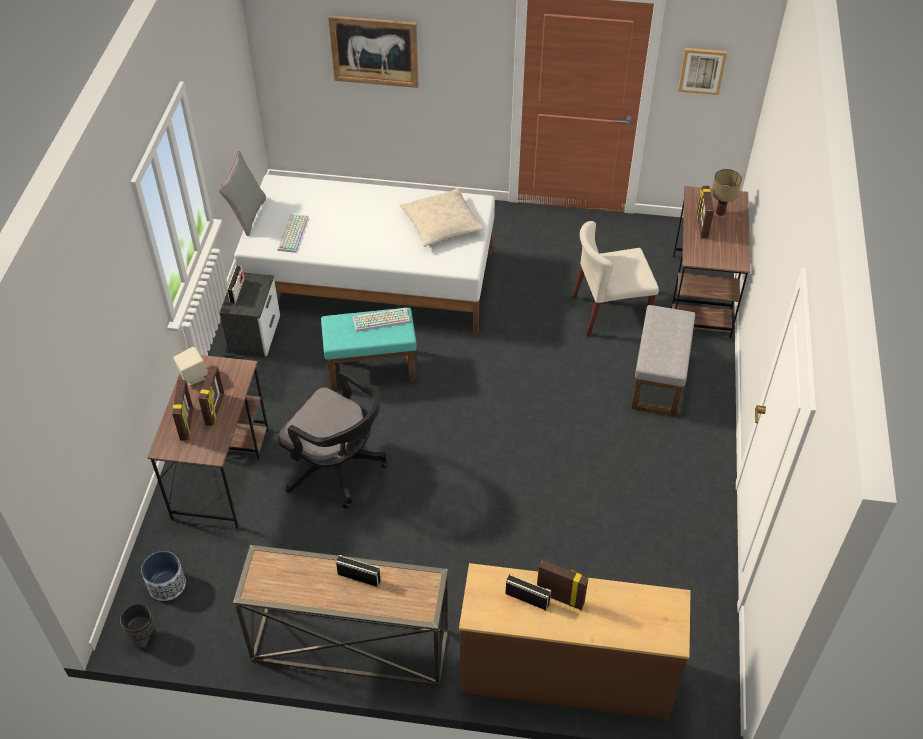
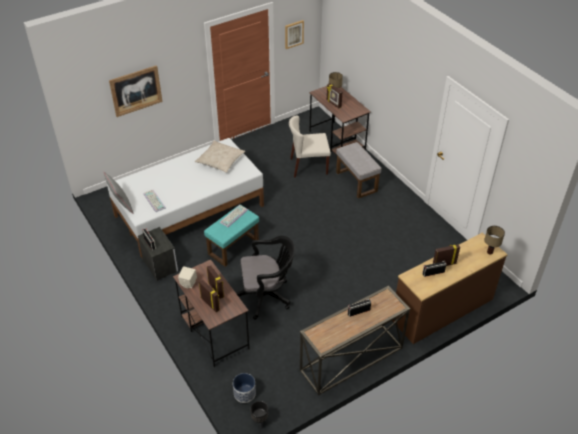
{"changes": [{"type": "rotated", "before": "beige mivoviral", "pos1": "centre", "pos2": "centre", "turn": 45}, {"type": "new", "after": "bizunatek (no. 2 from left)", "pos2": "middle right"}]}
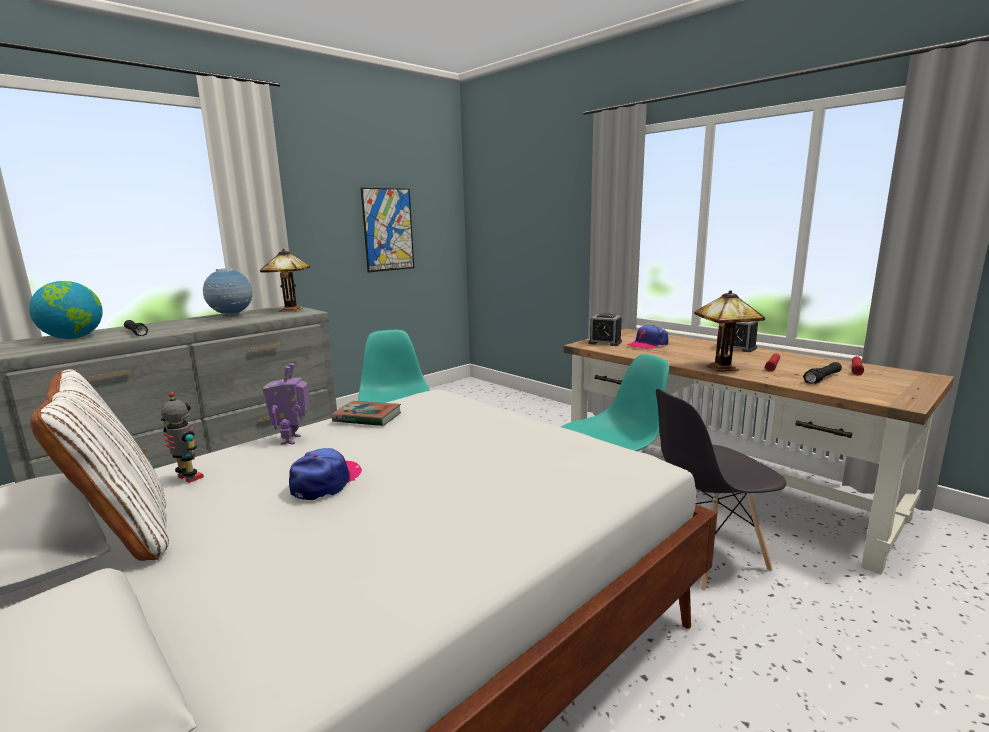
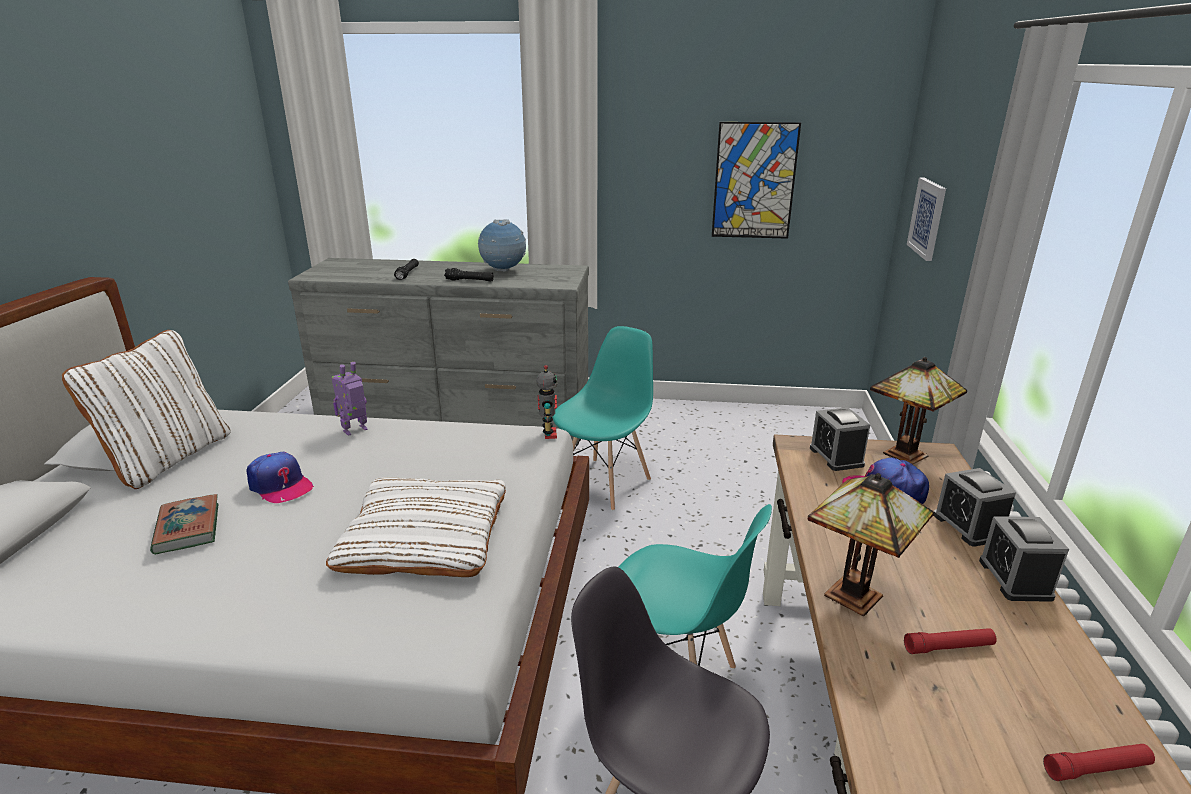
{"changes": [{"type": "shifted", "before": "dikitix", "pos1": "centre", "pos2": "middle left"}, {"type": "rotated", "before": "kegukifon (no. 1 from left)", "pos1": "middle left", "pos2": "middle left", "turn": 60}, {"type": "new", "after": "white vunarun (no. 2 from left)", "pos2": "centre"}, {"type": "shifted", "before": "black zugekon (no. 2 from left)", "pos1": "middle right", "pos2": "centre"}, {"type": "shifted", "before": "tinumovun (no. 1 from left in the first image)", "after": "tinumovun (no. 2 from left)", "pos1": "middle left", "pos2": "centre"}, {"type": "shifted", "before": "bizunatek (no. 1 from left in the first image)", "after": "bizunatek (no. 2 from left)", "pos1": "middle left", "pos2": "middle right"}, {"type": "new", "after": "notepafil (no. 2 from left)", "pos2": "top right"}, {"type": "new", "after": "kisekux (no. 2 from left)", "pos2": "middle right"}, {"type": "gone", "before": "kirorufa (no. 1 from left)", "pos1": "middle left"}]}
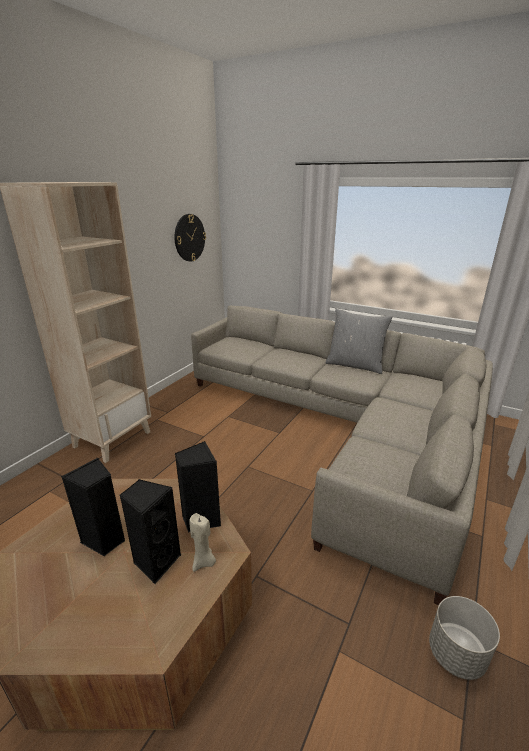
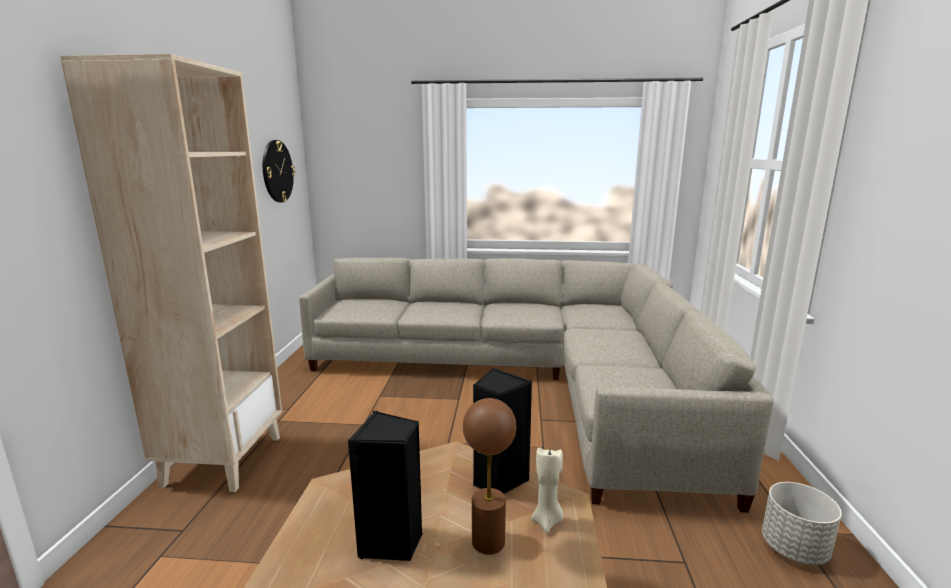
{"changes": [{"type": "swapped", "before": "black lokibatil (no. 2 from left)", "after": "brown bizunatek", "pos1": "bottom left", "pos2": "bottom centre"}, {"type": "gone", "before": "grey vunarun", "pos1": "middle right"}]}
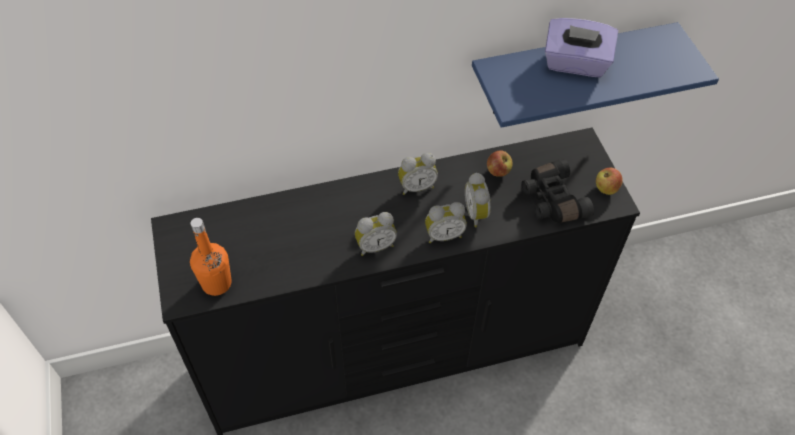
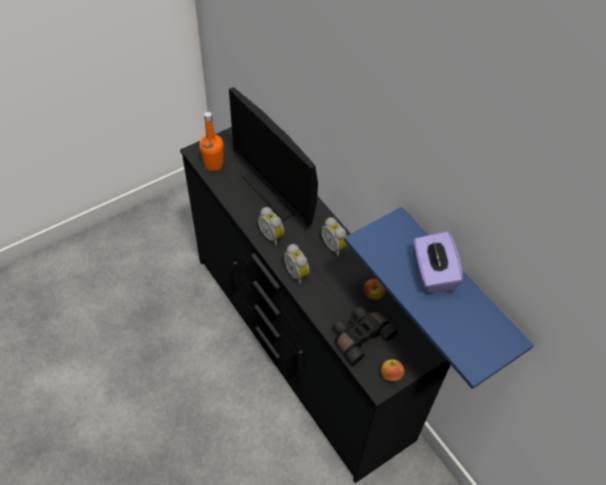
{"changes": [{"type": "new", "after": "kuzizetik", "pos2": "top centre"}, {"type": "gone", "before": "kisekux (no. 4 from left)", "pos1": "centre"}]}
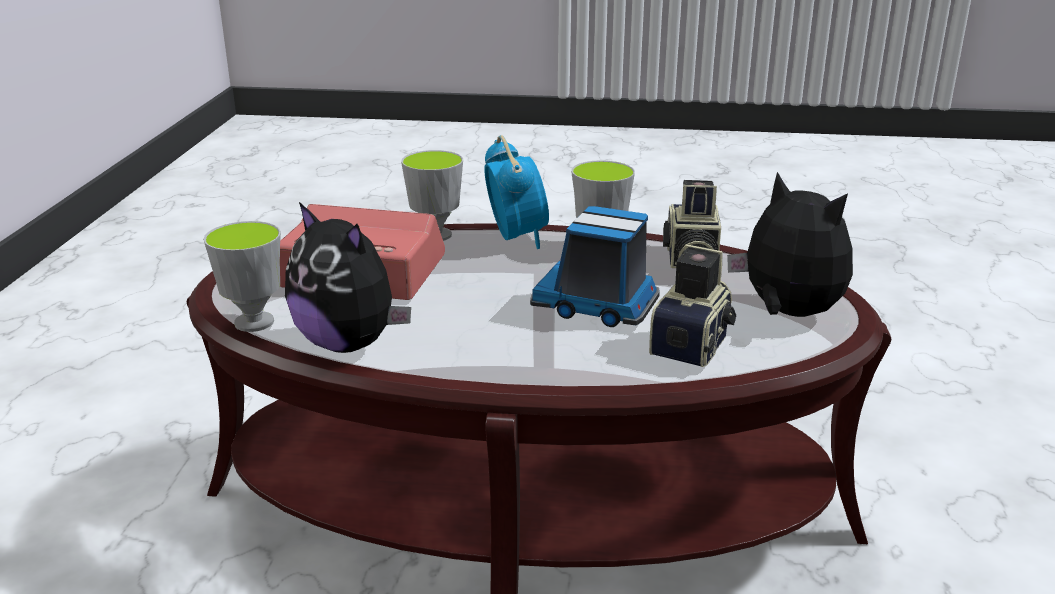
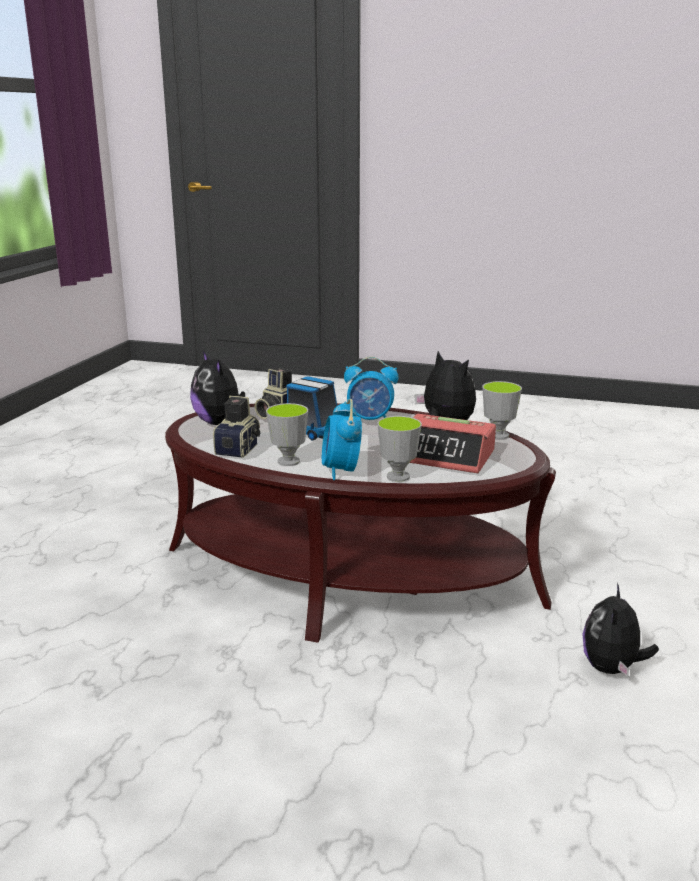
{"changes": [{"type": "new", "after": "kisekux (no. 2 from left)", "pos2": "centre"}, {"type": "new", "after": "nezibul (no. 3 from left)", "pos2": "bottom right"}]}
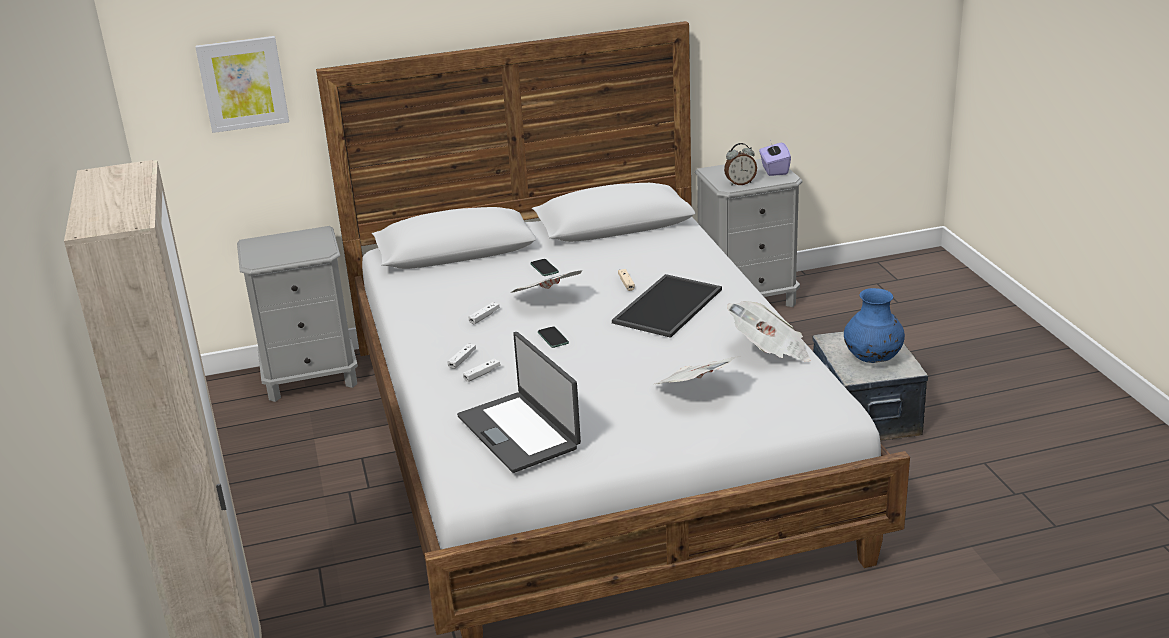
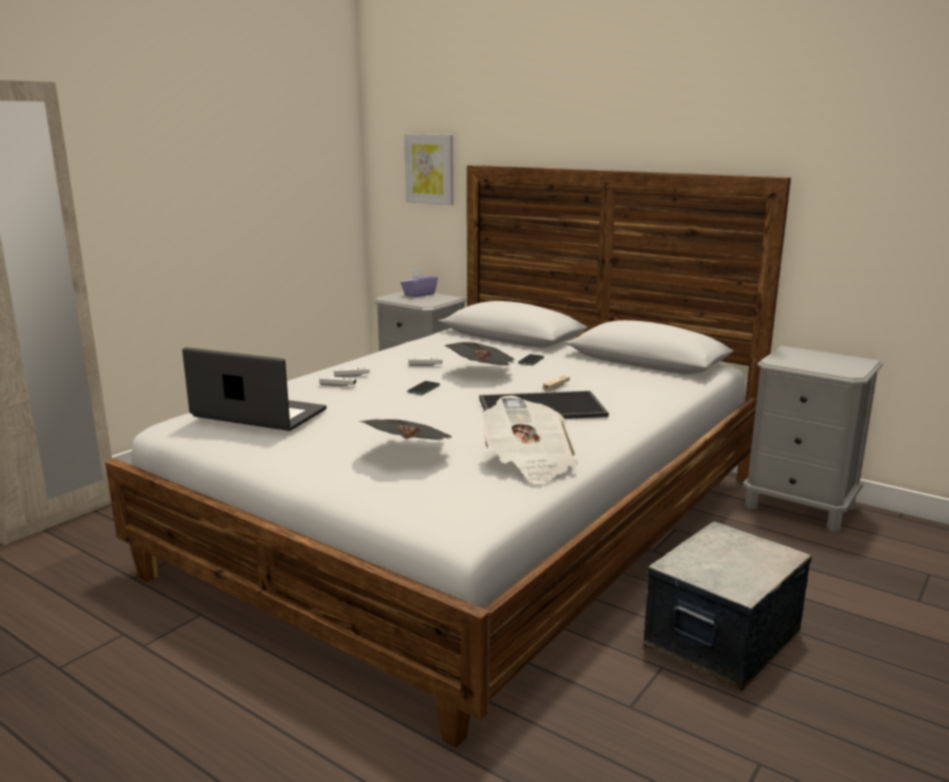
{"changes": [{"type": "rotated", "before": "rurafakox", "pos1": "centre", "pos2": "middle left", "turn": 90}, {"type": "shifted", "before": "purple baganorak", "pos1": "top centre", "pos2": "centre"}, {"type": "gone", "before": "kisekux", "pos1": "top centre"}, {"type": "gone", "before": "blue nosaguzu", "pos1": "middle right"}]}
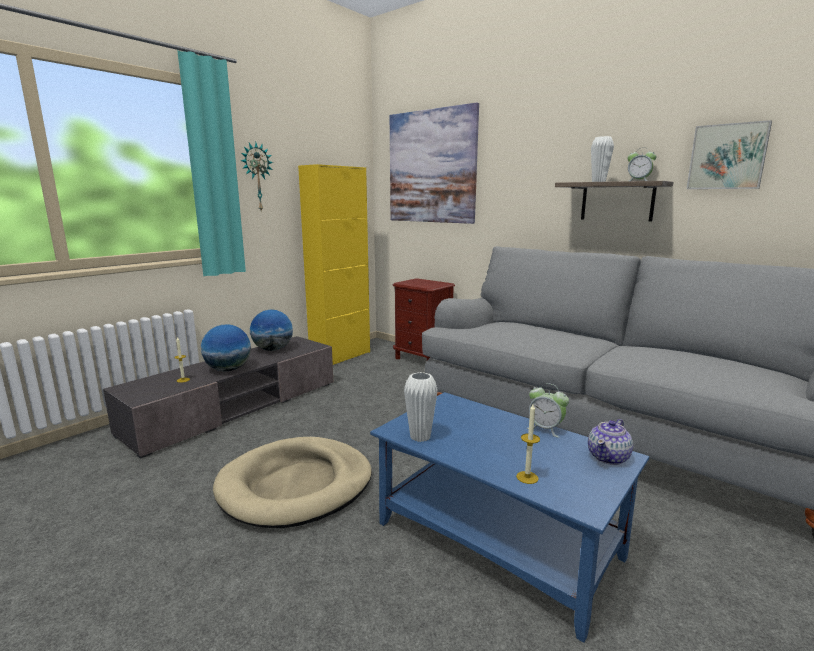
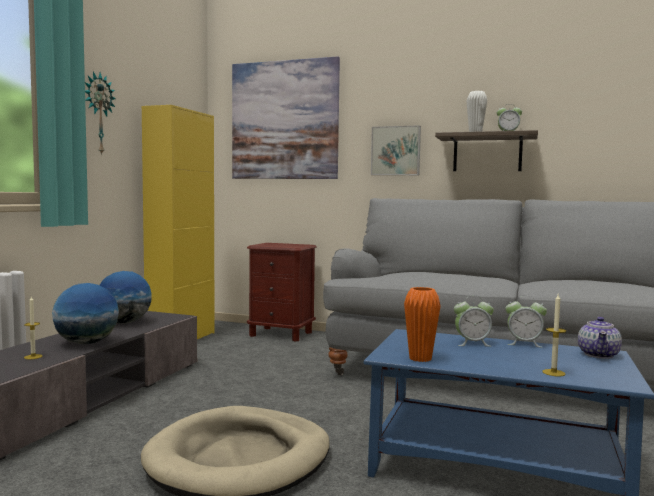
{"changes": [{"type": "shifted", "before": "notepafil (no. 2 from left)", "pos1": "top right", "pos2": "top centre"}, {"type": "repainted", "before": "white nosaguzu (no. 1 from left)", "after": "orange nosaguzu", "pos1": "centre", "pos2": "centre"}, {"type": "new", "after": "kisekux (no. 1 from left)", "pos2": "middle right"}]}
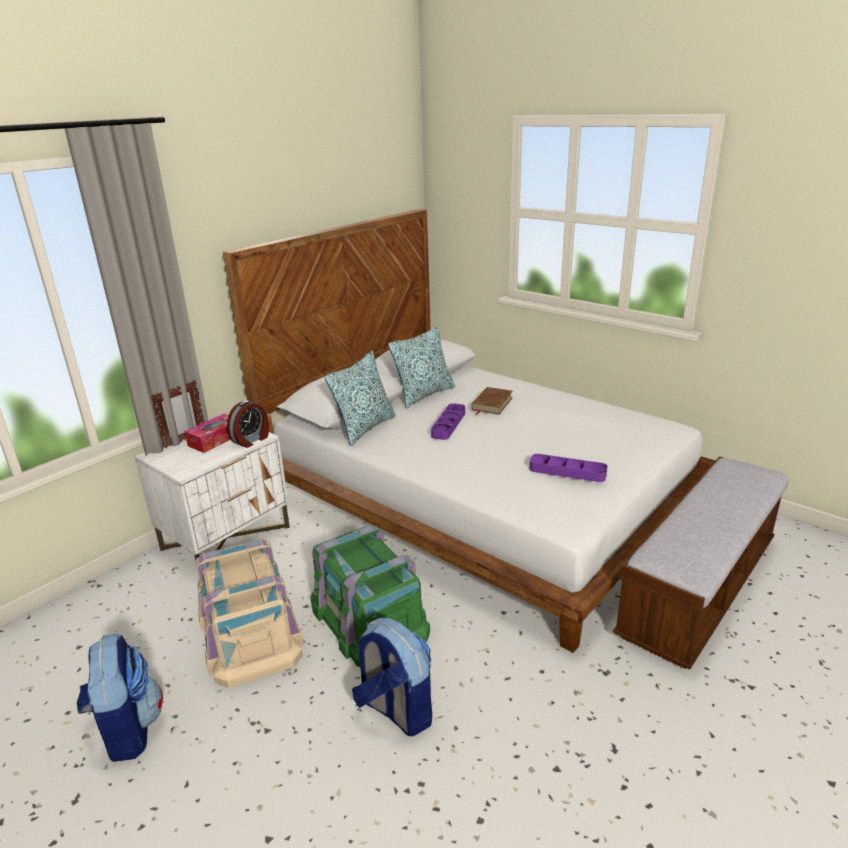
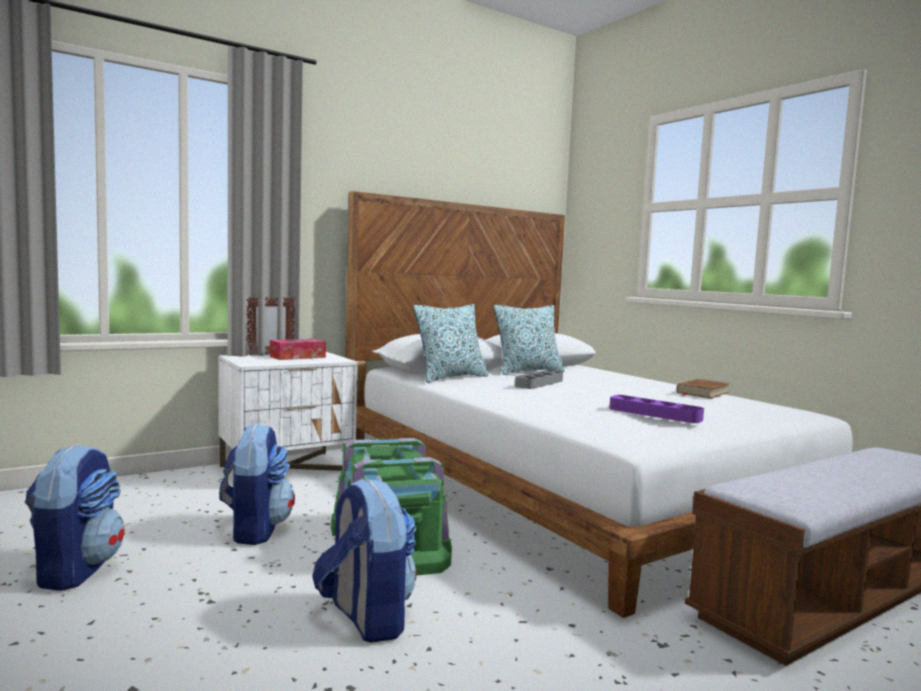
{"changes": [{"type": "swapped", "before": "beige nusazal", "after": "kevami (no. 2 from left)", "pos1": "bottom left", "pos2": "bottom left"}, {"type": "repainted", "before": "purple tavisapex (no. 1 from left)", "after": "grey tavisapex", "pos1": "centre", "pos2": "centre"}, {"type": "shifted", "before": "brown dikitix", "pos1": "centre", "pos2": "middle right"}, {"type": "gone", "before": "kisekux", "pos1": "middle left"}]}
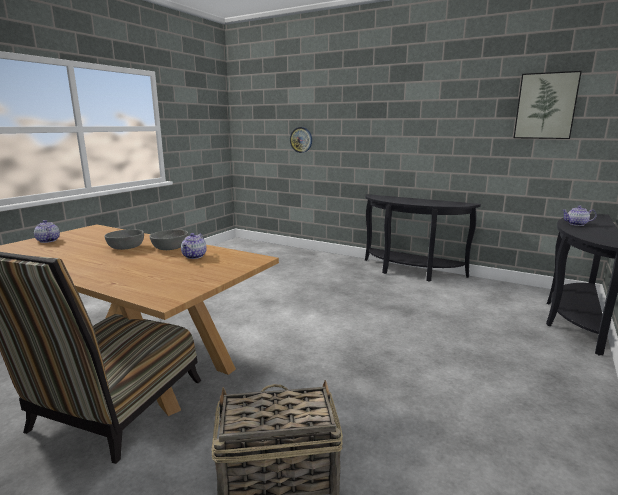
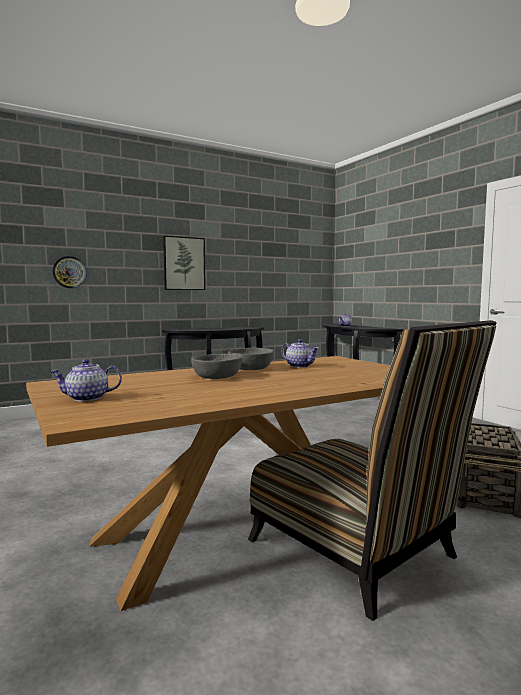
{"changes": [{"type": "shifted", "before": "notepafil", "pos1": "top right", "pos2": "centre"}]}
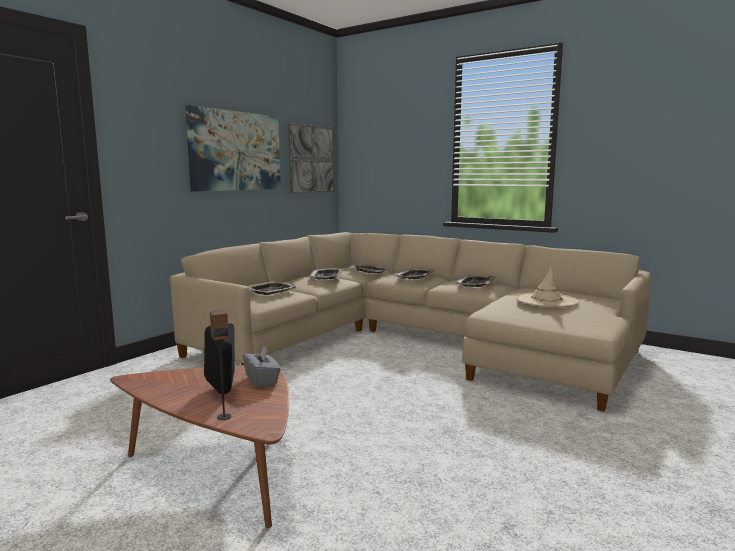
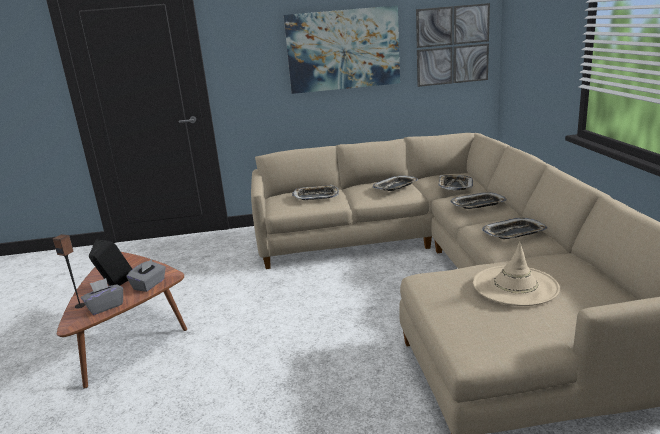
{"changes": [{"type": "new", "after": "grey baganorak (no. 1 from left)", "pos2": "bottom left"}]}
